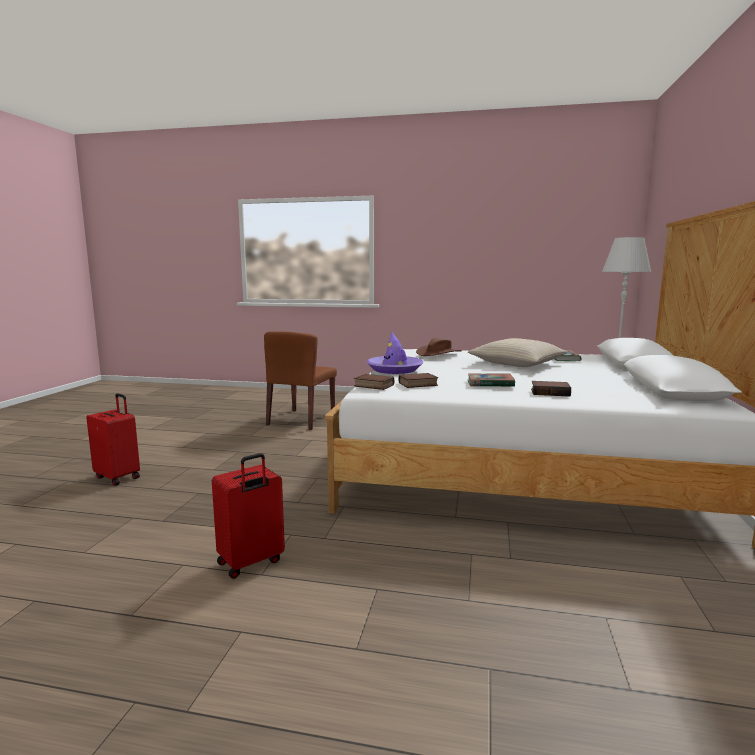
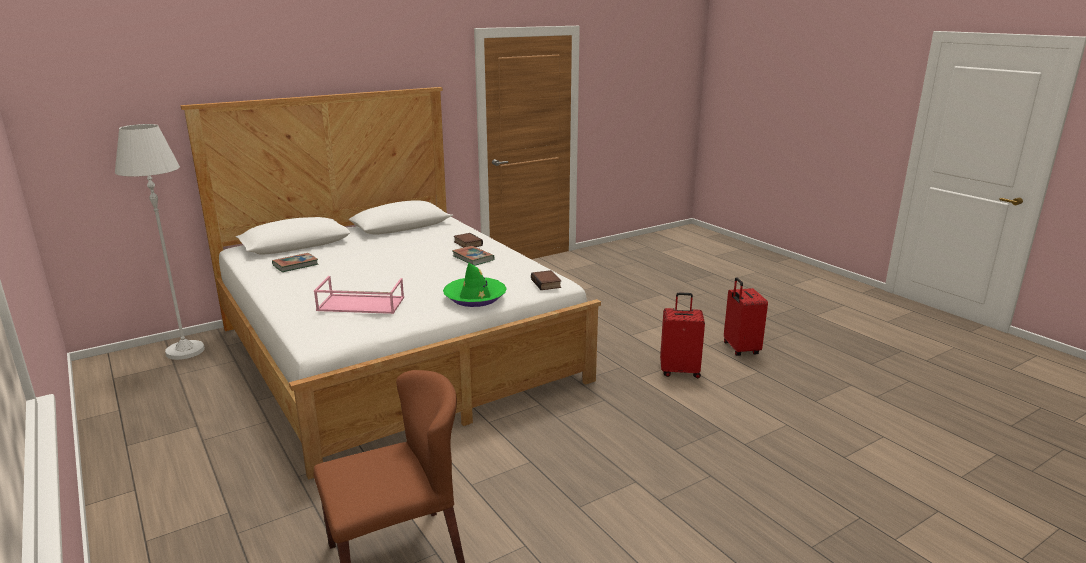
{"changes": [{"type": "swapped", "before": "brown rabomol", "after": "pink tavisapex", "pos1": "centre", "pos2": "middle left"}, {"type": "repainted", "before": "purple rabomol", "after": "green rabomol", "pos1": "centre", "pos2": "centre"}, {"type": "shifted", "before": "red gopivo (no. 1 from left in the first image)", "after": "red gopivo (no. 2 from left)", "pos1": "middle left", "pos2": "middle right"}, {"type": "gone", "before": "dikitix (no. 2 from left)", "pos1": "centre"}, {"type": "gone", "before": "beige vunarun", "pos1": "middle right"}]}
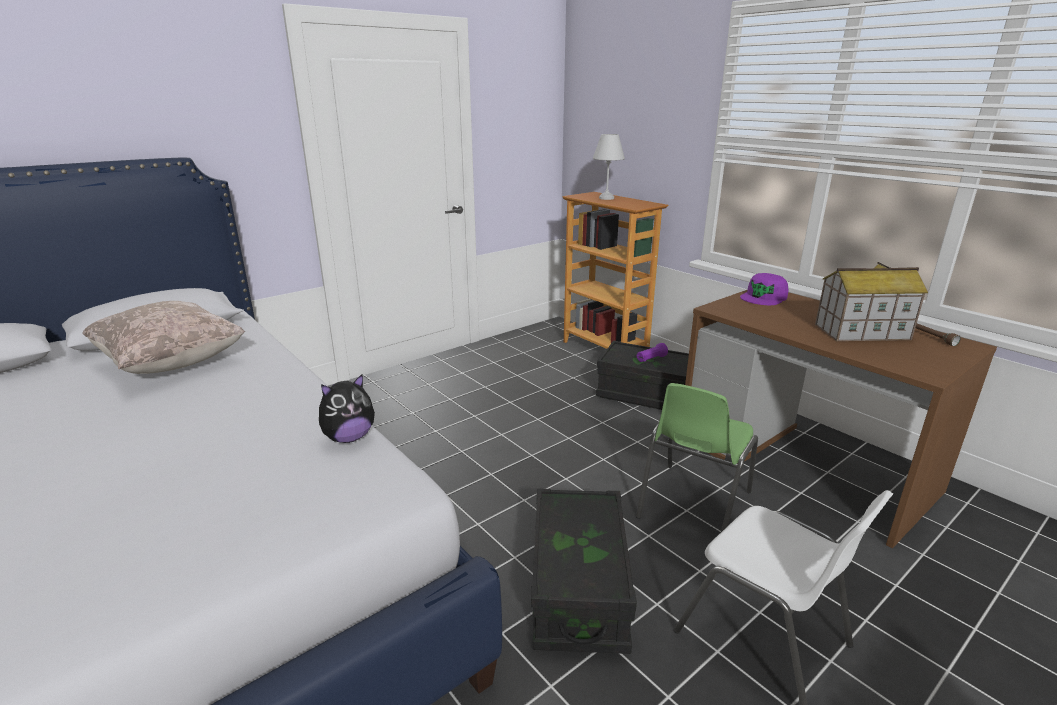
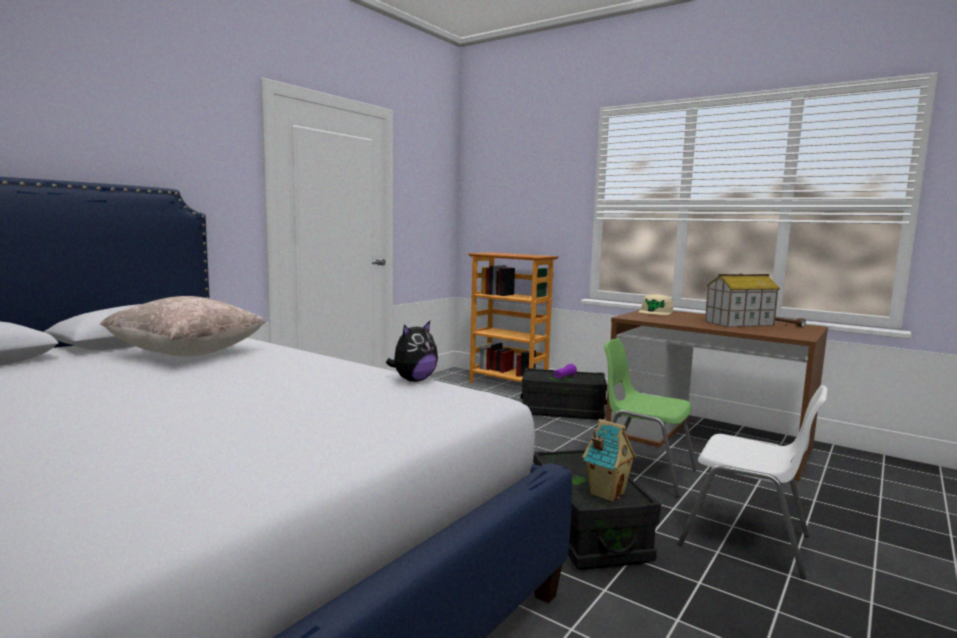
{"changes": [{"type": "new", "after": "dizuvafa (no. 1 from left)", "pos2": "bottom centre"}, {"type": "rotated", "before": "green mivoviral", "pos1": "centre", "pos2": "middle right", "turn": 105}, {"type": "repainted", "before": "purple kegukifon", "after": "beige kegukifon", "pos1": "middle right", "pos2": "middle right"}, {"type": "gone", "before": "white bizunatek", "pos1": "top centre"}]}
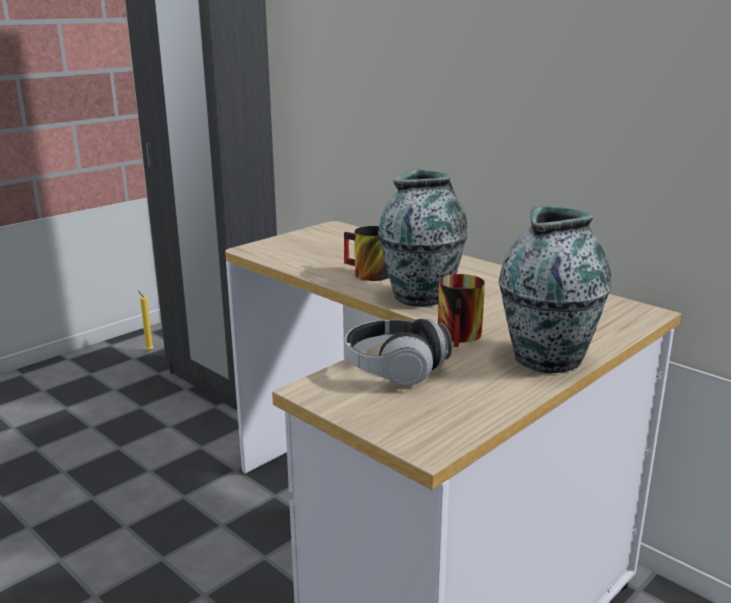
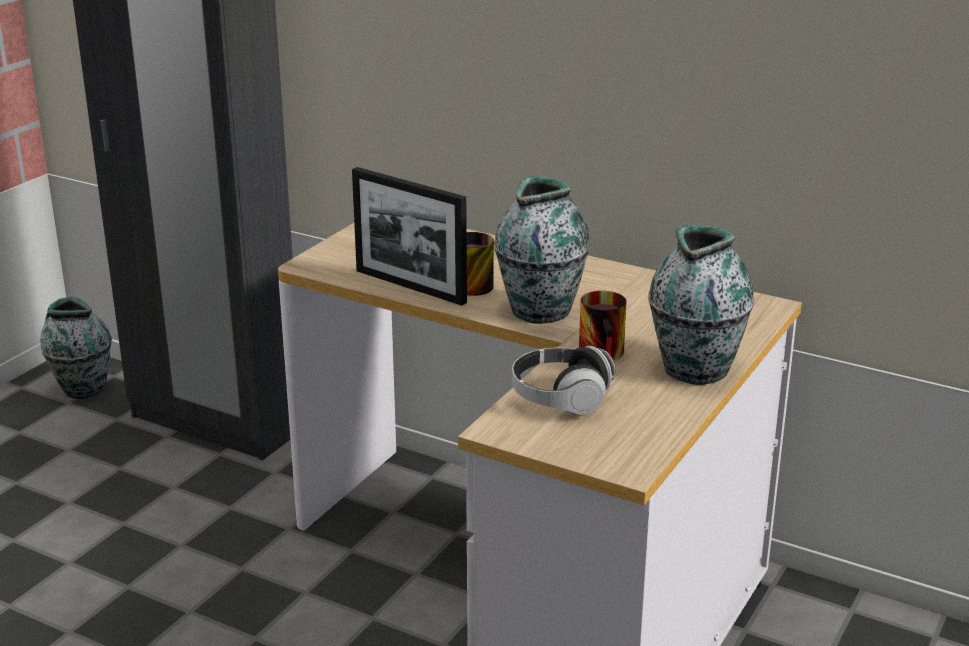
{"changes": [{"type": "swapped", "before": "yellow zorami", "after": "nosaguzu (no. 1 from left)", "pos1": "middle left", "pos2": "middle left"}, {"type": "new", "after": "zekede", "pos2": "centre"}]}
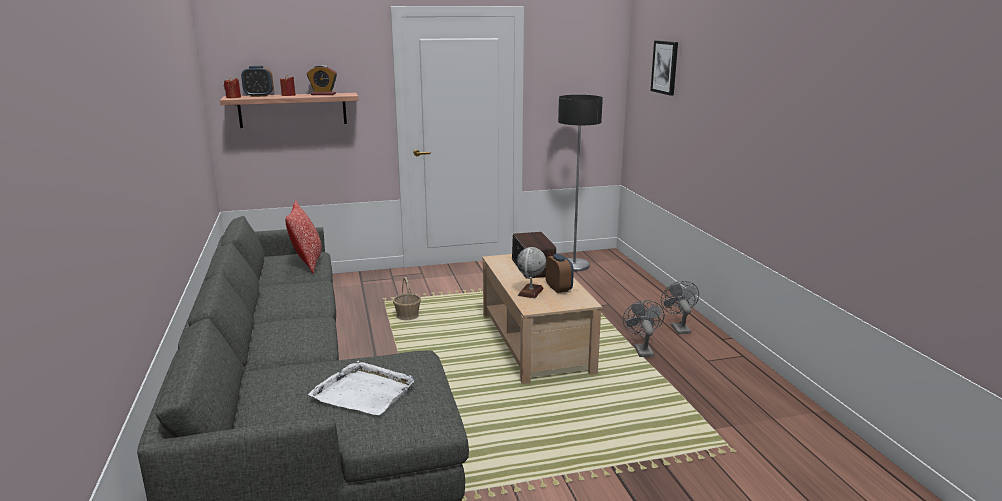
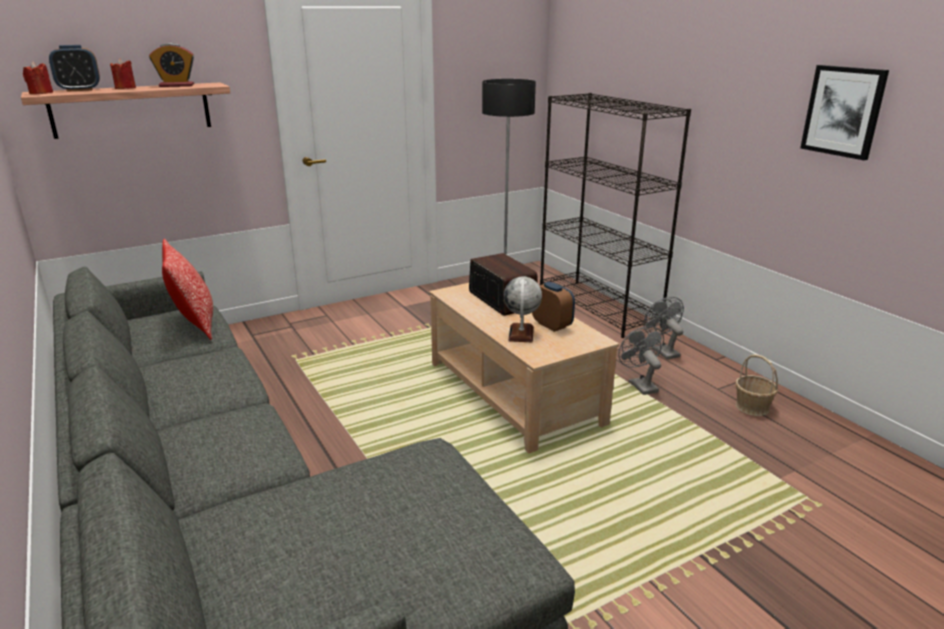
{"changes": [{"type": "new", "after": "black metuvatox", "pos2": "centre"}, {"type": "shifted", "before": "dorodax", "pos1": "centre", "pos2": "middle right"}, {"type": "shifted", "before": "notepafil", "pos1": "top centre", "pos2": "top right"}, {"type": "gone", "before": "white tavisapex", "pos1": "bottom centre"}]}
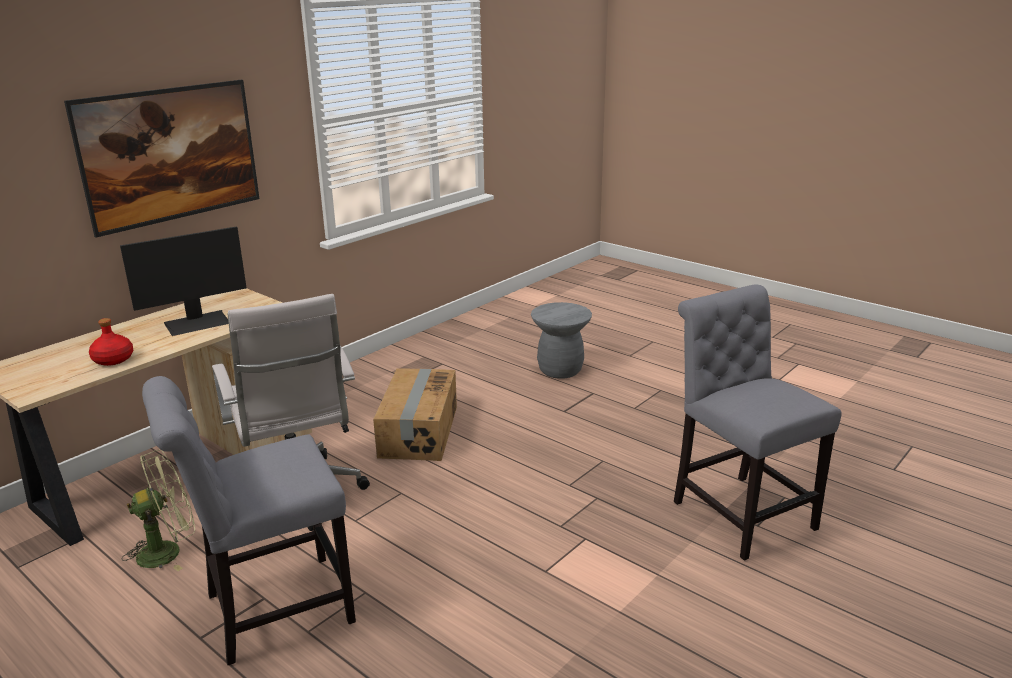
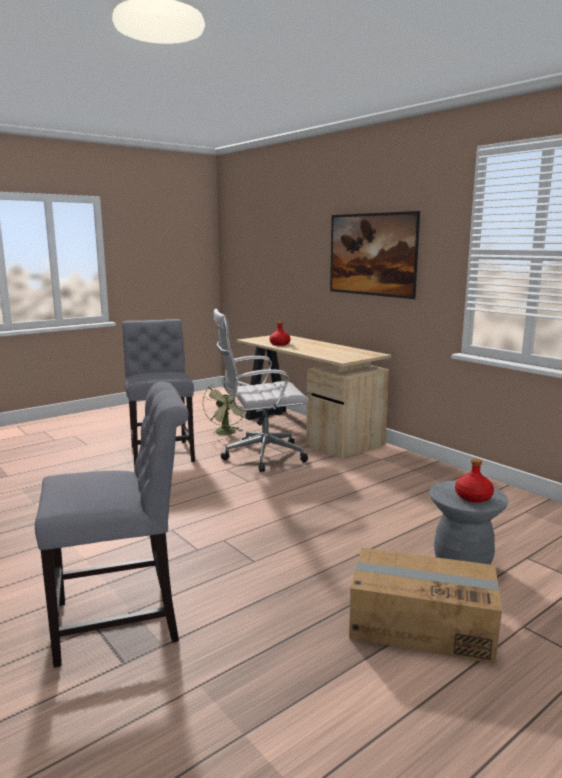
{"changes": [{"type": "shifted", "before": "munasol", "pos1": "centre", "pos2": "bottom right"}, {"type": "new", "after": "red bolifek (no. 2 from left)", "pos2": "middle right"}, {"type": "gone", "before": "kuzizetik", "pos1": "middle left"}]}
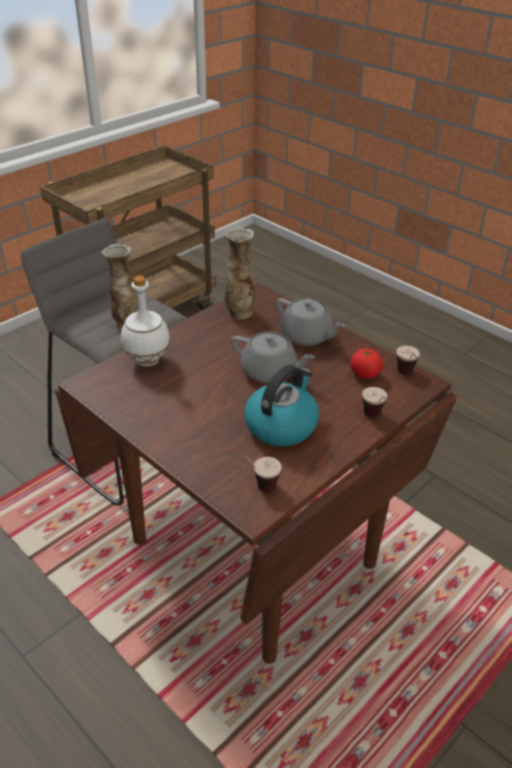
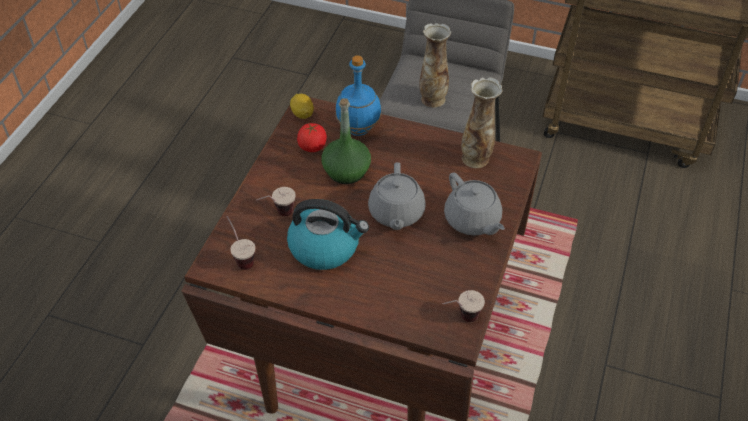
{"changes": [{"type": "shifted", "before": "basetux (no. 2 from left)", "pos1": "middle right", "pos2": "centre"}, {"type": "new", "after": "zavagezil", "pos2": "top centre"}, {"type": "shifted", "before": "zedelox", "pos1": "middle right", "pos2": "top centre"}, {"type": "new", "after": "green bolifek", "pos2": "centre"}, {"type": "repainted", "before": "white bolifek", "after": "blue bolifek", "pos1": "middle left", "pos2": "top centre"}, {"type": "rotated", "before": "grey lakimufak (no. 2 from left)", "pos1": "centre", "pos2": "centre", "turn": -45}]}
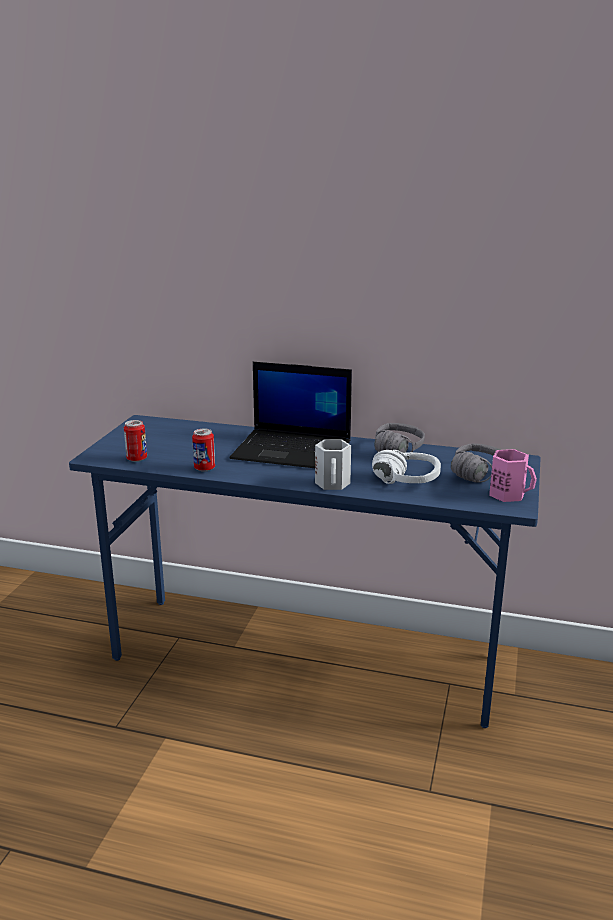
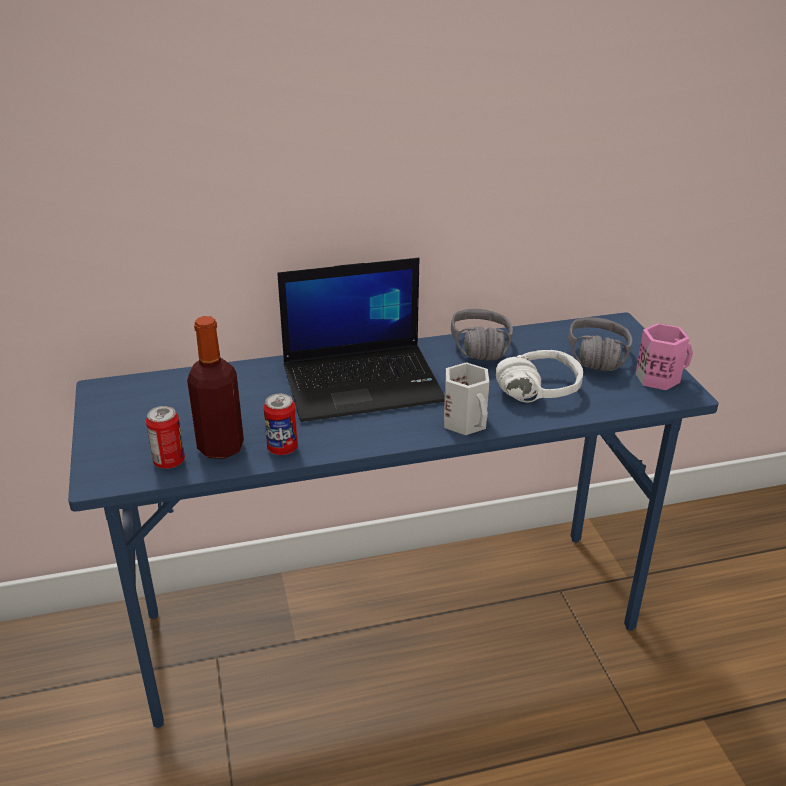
{"changes": [{"type": "new", "after": "bolifek", "pos2": "middle left"}]}
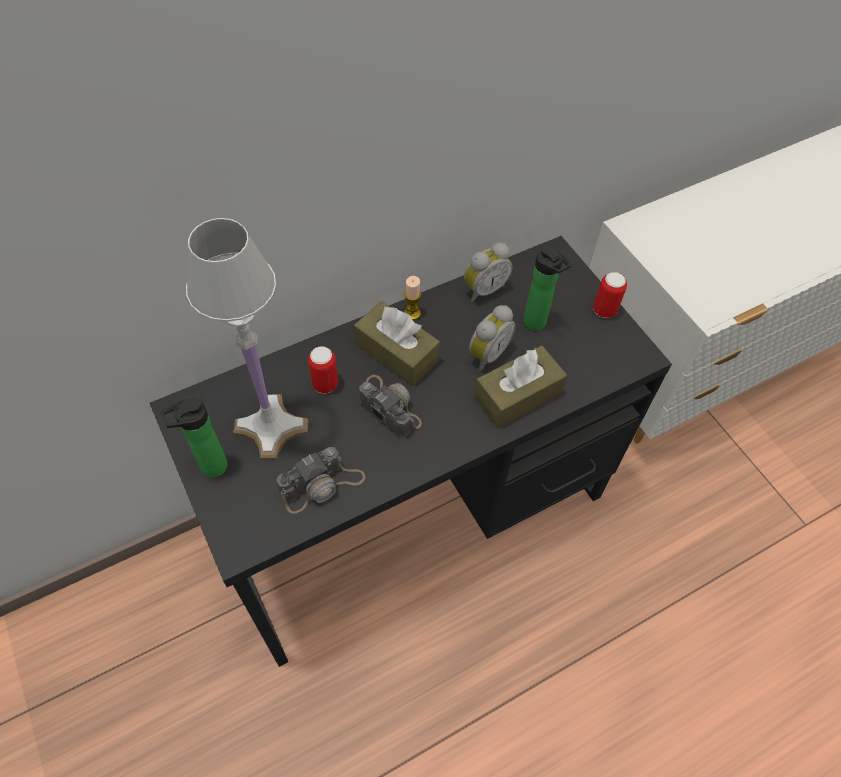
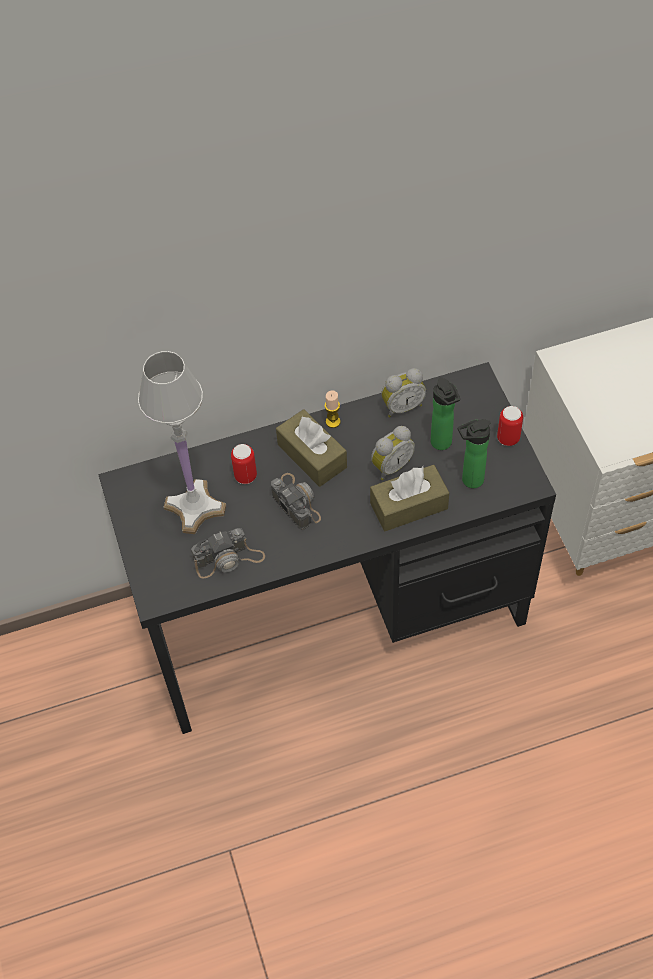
{"changes": [{"type": "shifted", "before": "bolifek (no. 1 from left in the first image)", "after": "bolifek (no. 2 from left)", "pos1": "middle left", "pos2": "middle right"}]}
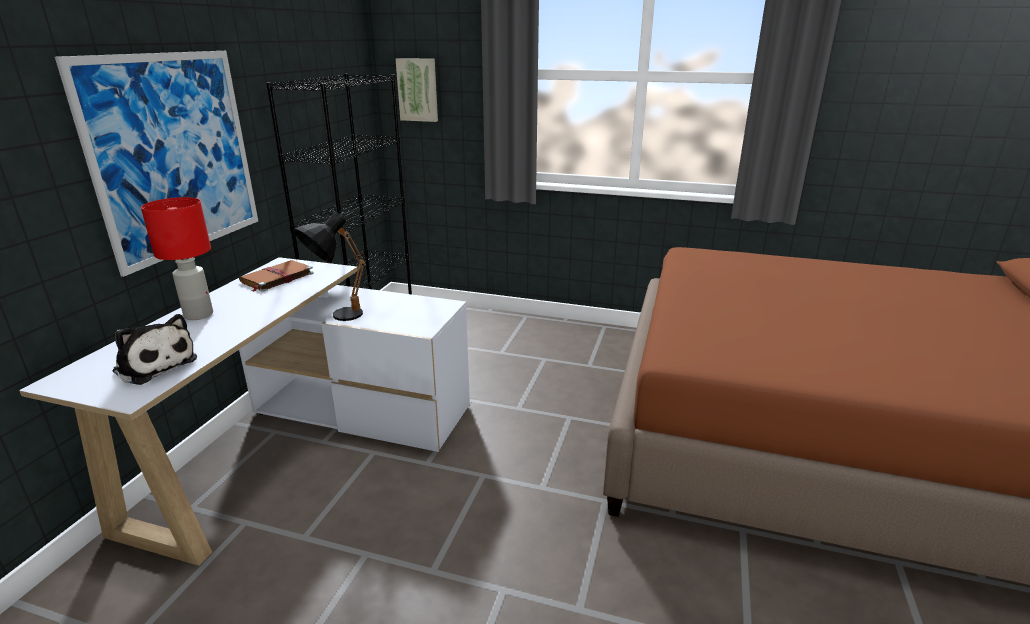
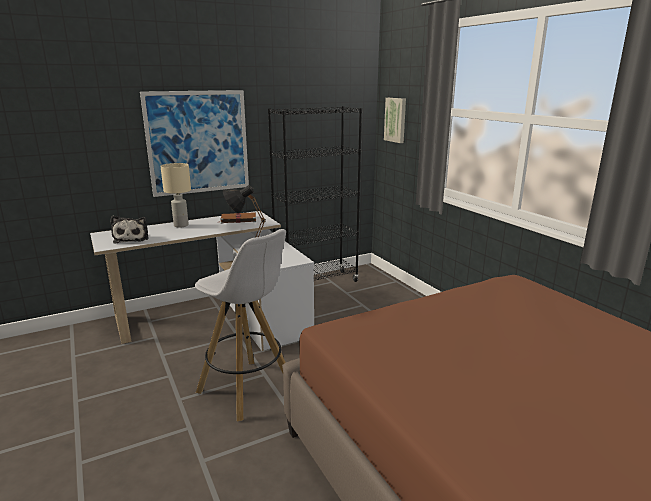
{"changes": [{"type": "repainted", "before": "red bizunatek", "after": "beige bizunatek", "pos1": "middle left", "pos2": "middle left"}, {"type": "new", "after": "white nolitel", "pos2": "centre"}]}
